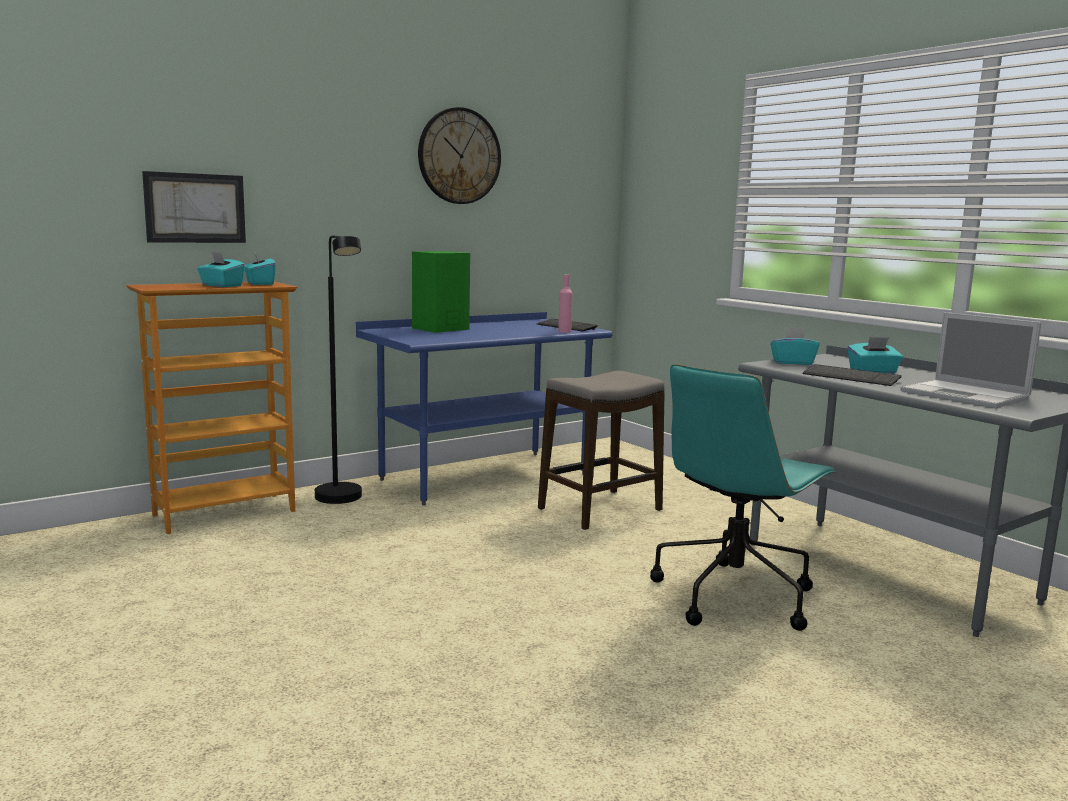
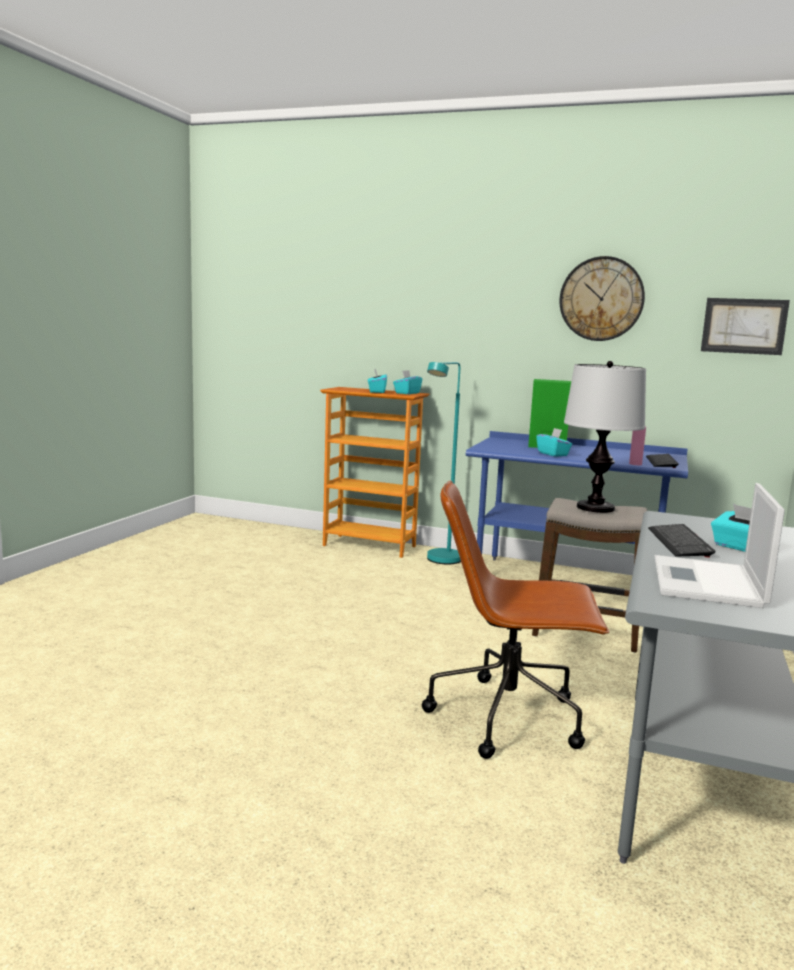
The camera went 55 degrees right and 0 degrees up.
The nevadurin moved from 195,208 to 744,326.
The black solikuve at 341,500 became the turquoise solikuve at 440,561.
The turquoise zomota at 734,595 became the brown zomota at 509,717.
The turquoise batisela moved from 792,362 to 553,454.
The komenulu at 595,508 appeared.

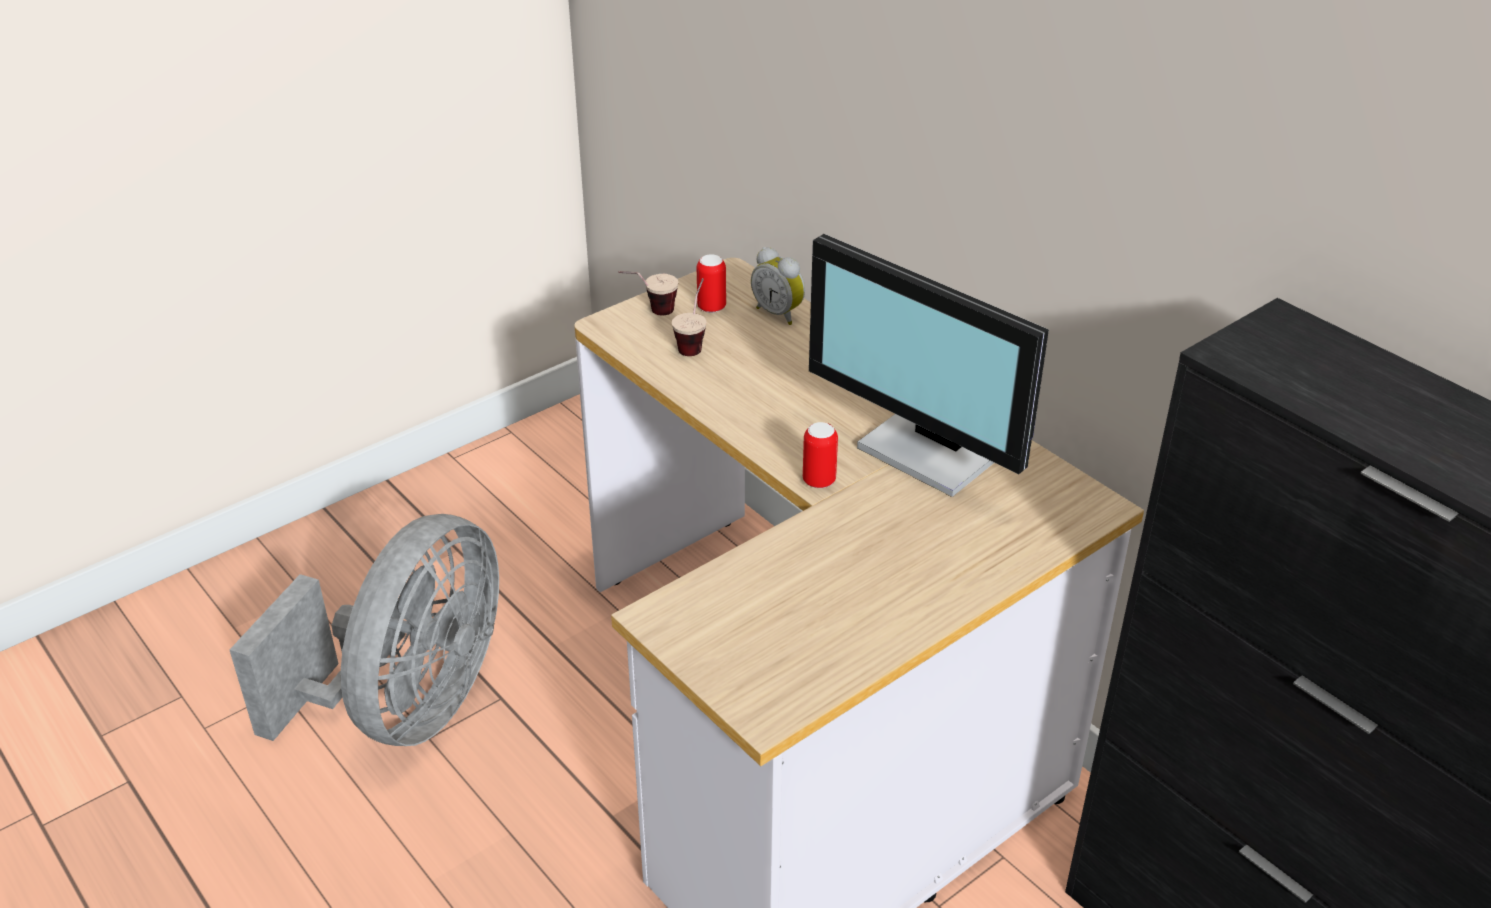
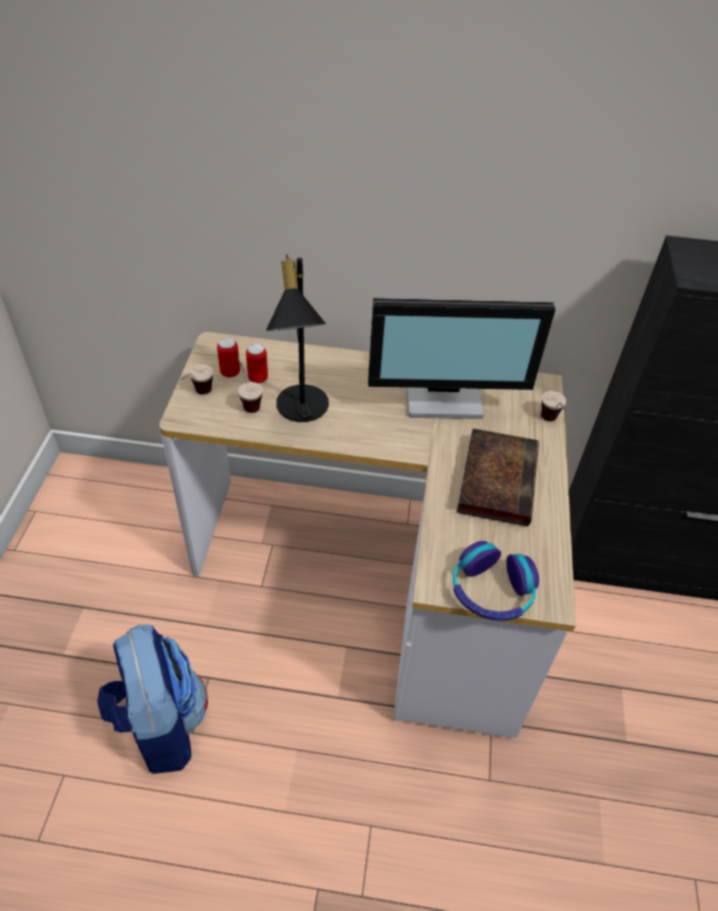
The camera went 45 degrees left and 10 degrees up.
The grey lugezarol at 409,707 was replaced by the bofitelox at 160,724.
The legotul at 779,313 disappeared.
The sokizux moved from 819,481 to 258,378.
The black komenulu at 300,411 appeared.
The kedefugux at 491,591 appeared.
The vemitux at 496,478 appeared.
The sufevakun at 550,423 appeared.

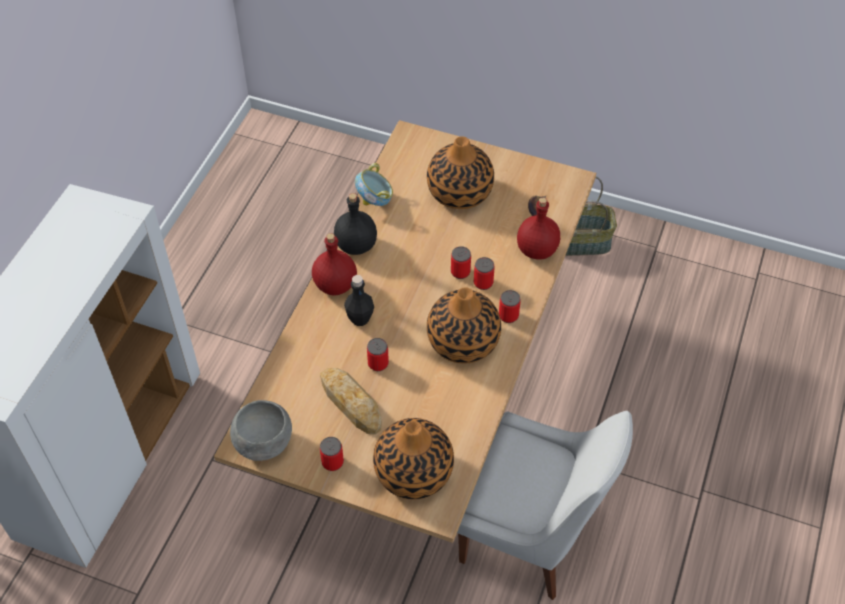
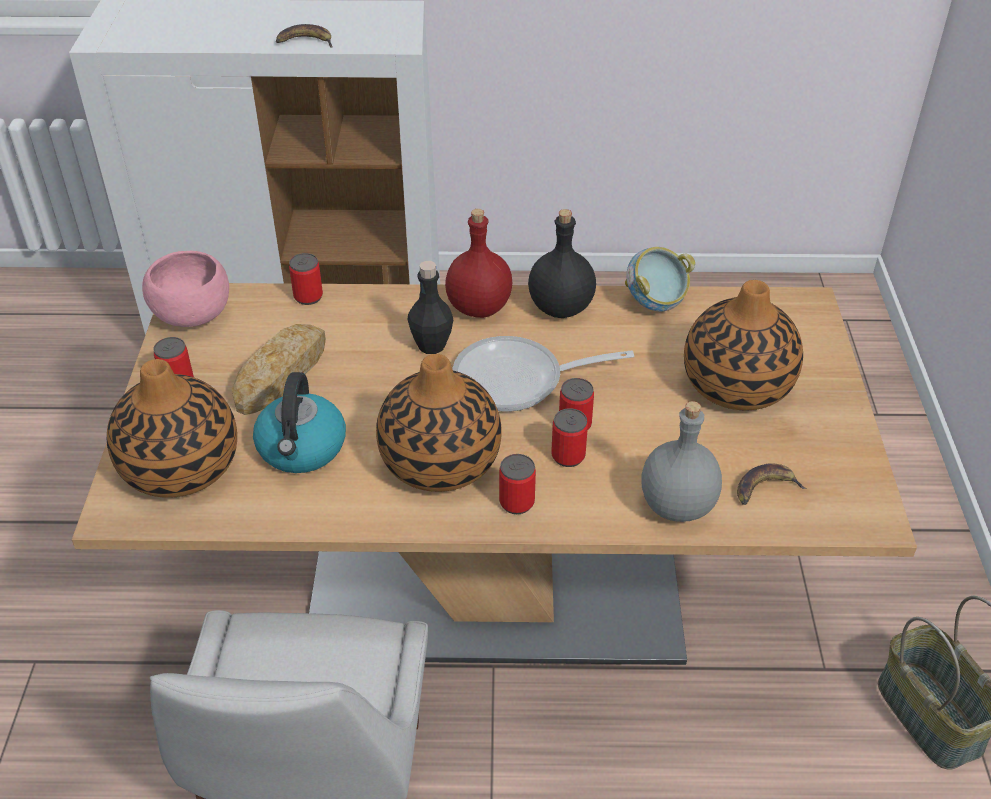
The camera went 70 degrees right and 10 degrees down.
The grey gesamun at 264,444 became the pink gesamun at 192,316.
The sokizux moved from 378,363 to 308,297.
The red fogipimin at 536,249 became the grey fogipimin at 677,504.
The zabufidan at 302,449 appeared.
The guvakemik at 305,41 appeared.
The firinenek at 518,381 appeared.

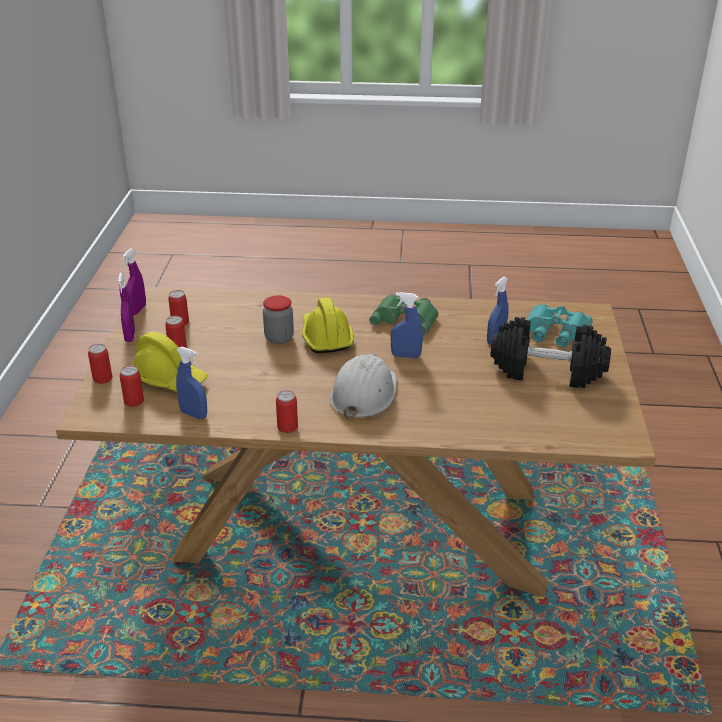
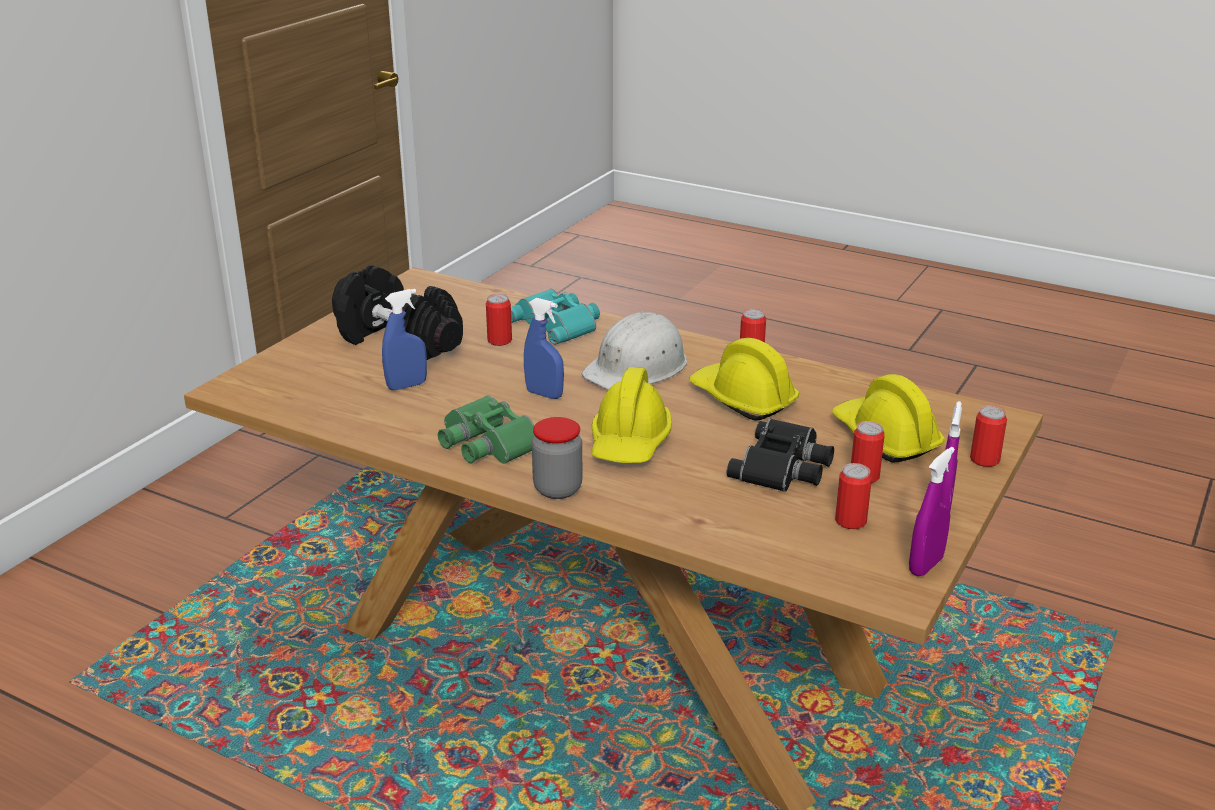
The camera went 155 degrees left and 5 degrees down.
The sokizux moved from 134,401 to 499,341.
The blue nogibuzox at 194,414 disappeared.
The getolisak moved from 279,338 to 557,489.
The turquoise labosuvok moved from 555,332 to 558,324.
The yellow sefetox at 742,399 appeared.
The black labosuvok at 784,466 appeared.

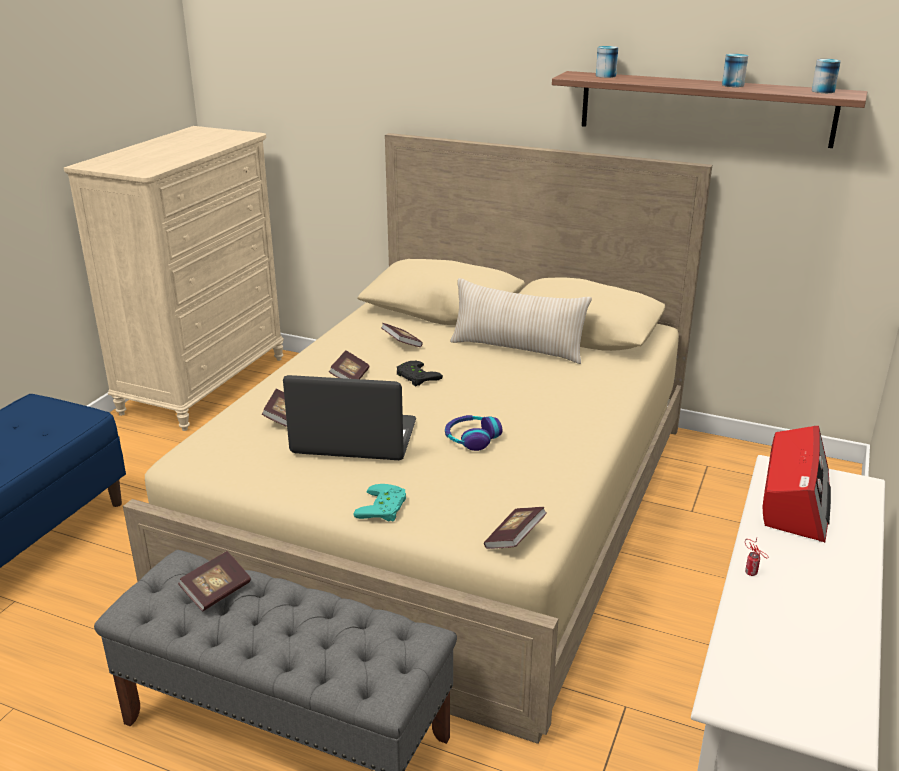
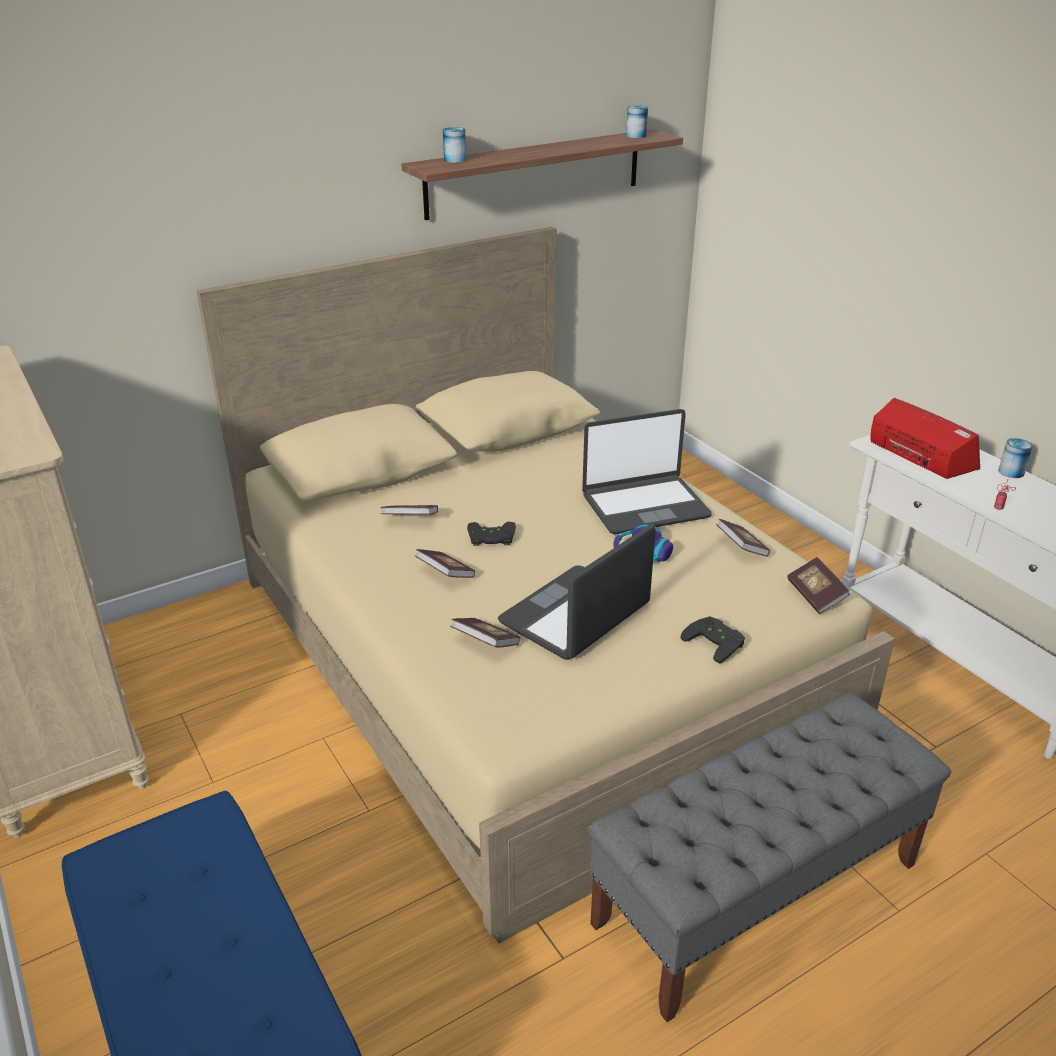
The camera went 55 degrees left and 5 degrees up.
The vemitux moved from 216,592 to 741,547.
The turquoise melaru at 385,508 became the black melaru at 716,641.
The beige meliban at 517,349 disappeared.
The sokizux moved from 732,85 to 1011,472.
The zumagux at 644,506 appeared.

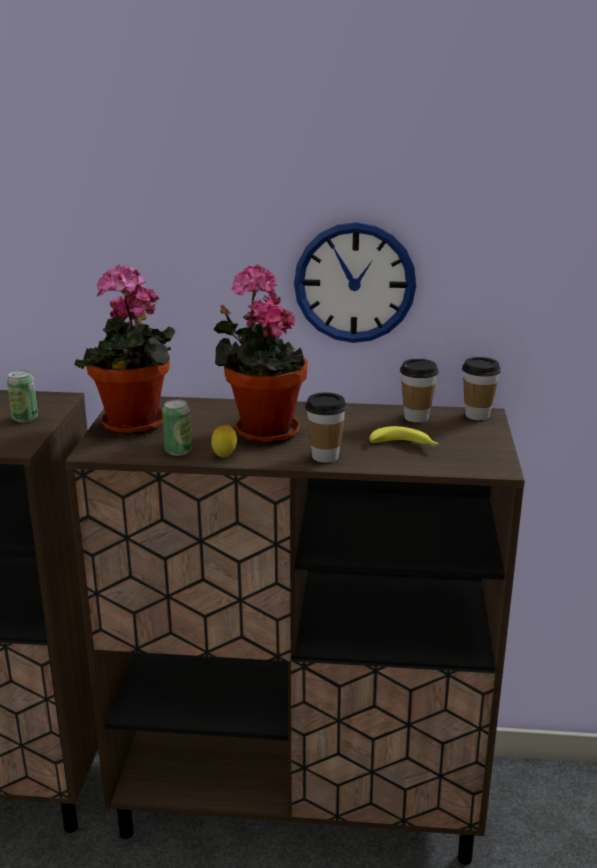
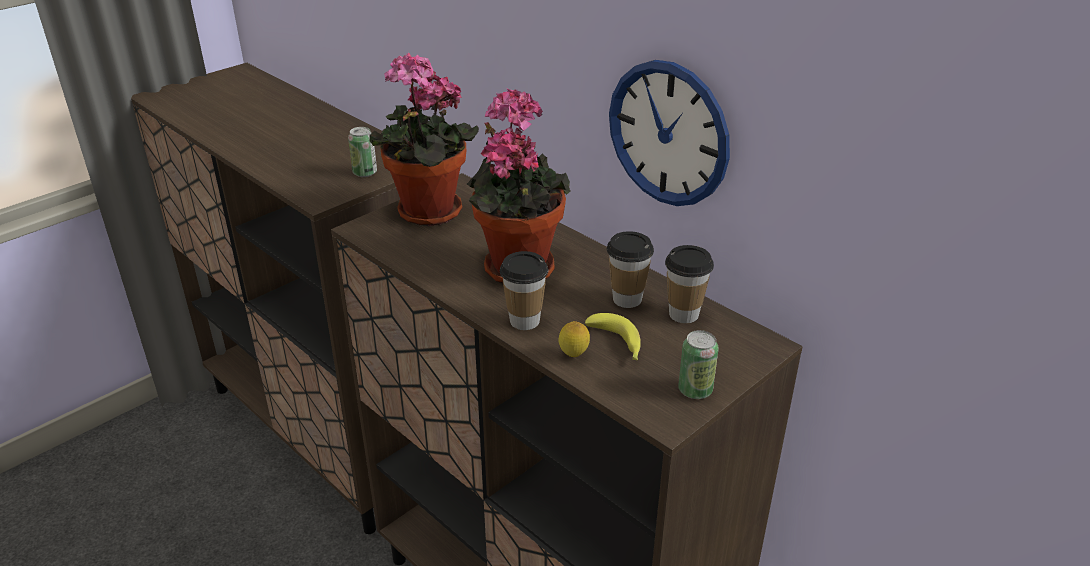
The camera went 40 degrees right and 10 degrees up.
The sokizux moved from 178,451 to 695,390.
The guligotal moved from 224,457 to 573,356.
The sufevakun moved from 477,415 to 627,299.

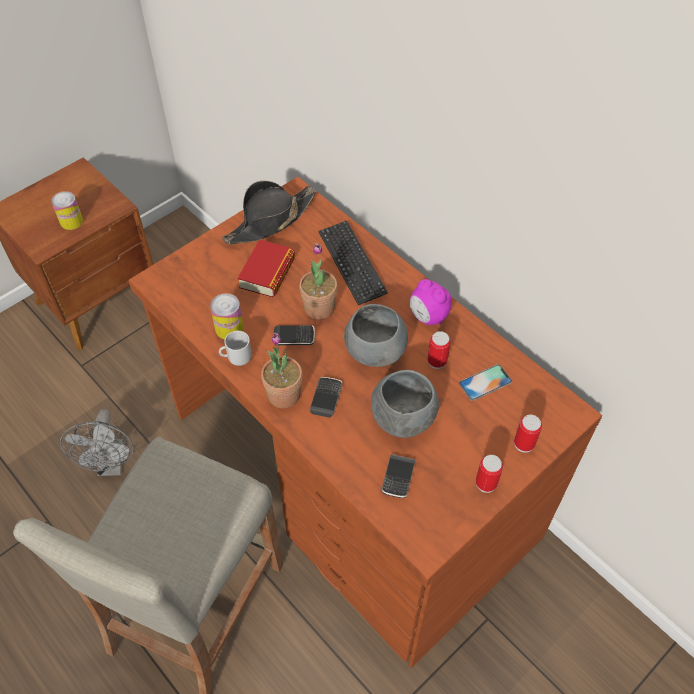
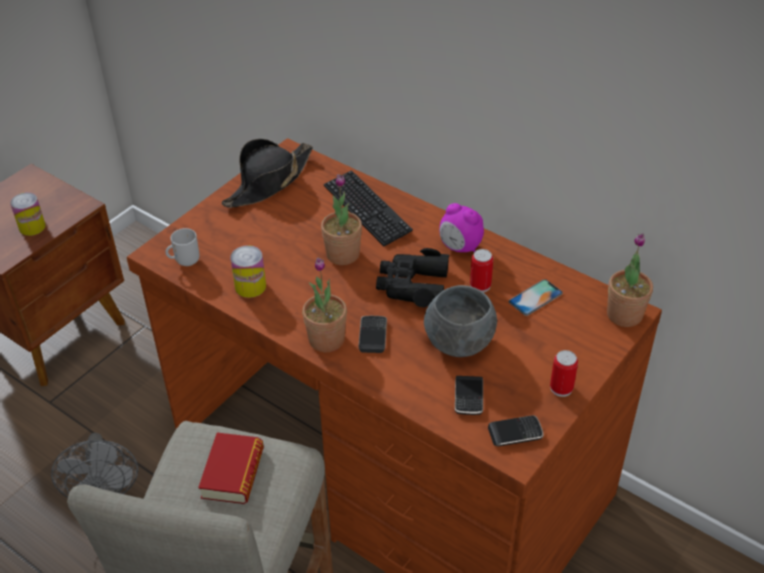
The camera went 10 degrees left and 10 degrees down.
The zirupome moved from 238,358 to 186,261.
The vemitux moved from 267,273 to 233,473.
The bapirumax moved from 294,337 to 515,433.
The grey gesamun at 374,351 was replaced by the black labosuvok at 412,285.
The sokizux at 524,443 disappeared.
The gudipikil at 624,315 appeared.

